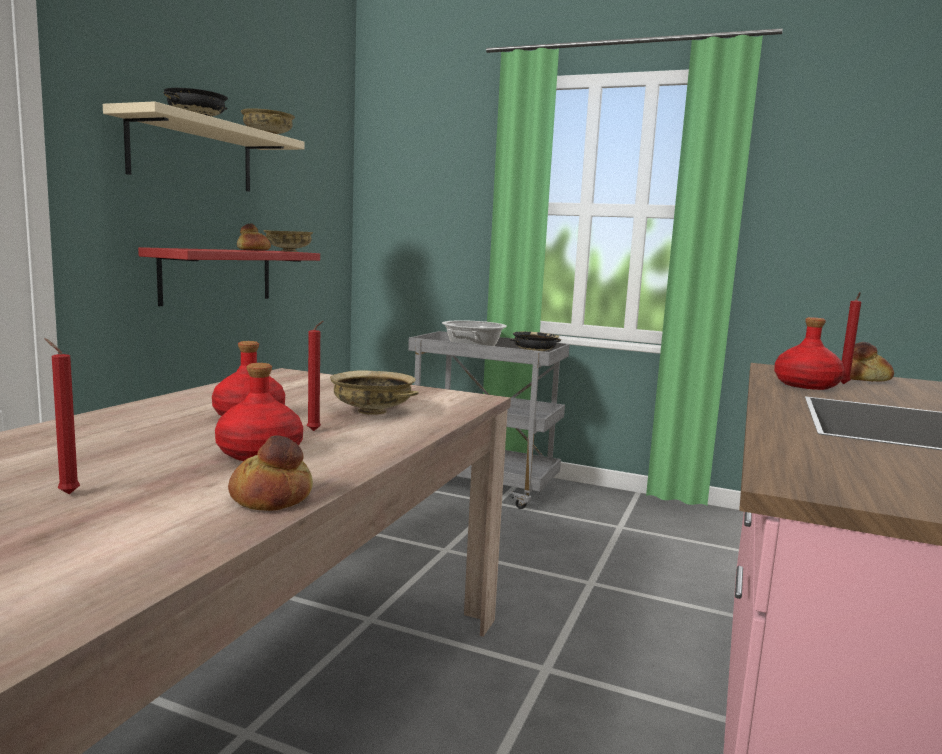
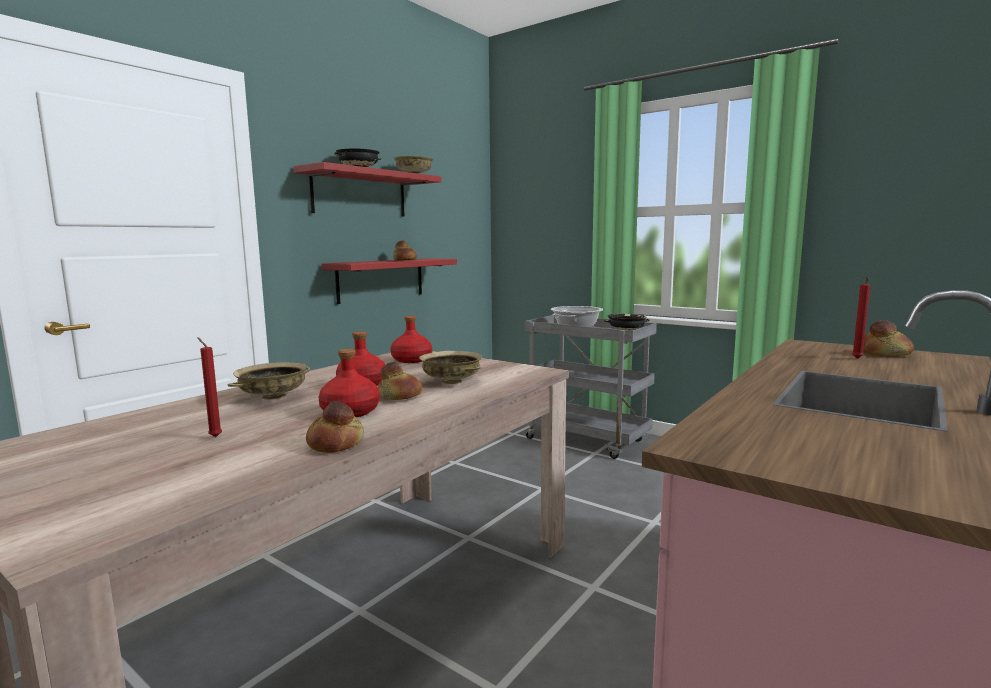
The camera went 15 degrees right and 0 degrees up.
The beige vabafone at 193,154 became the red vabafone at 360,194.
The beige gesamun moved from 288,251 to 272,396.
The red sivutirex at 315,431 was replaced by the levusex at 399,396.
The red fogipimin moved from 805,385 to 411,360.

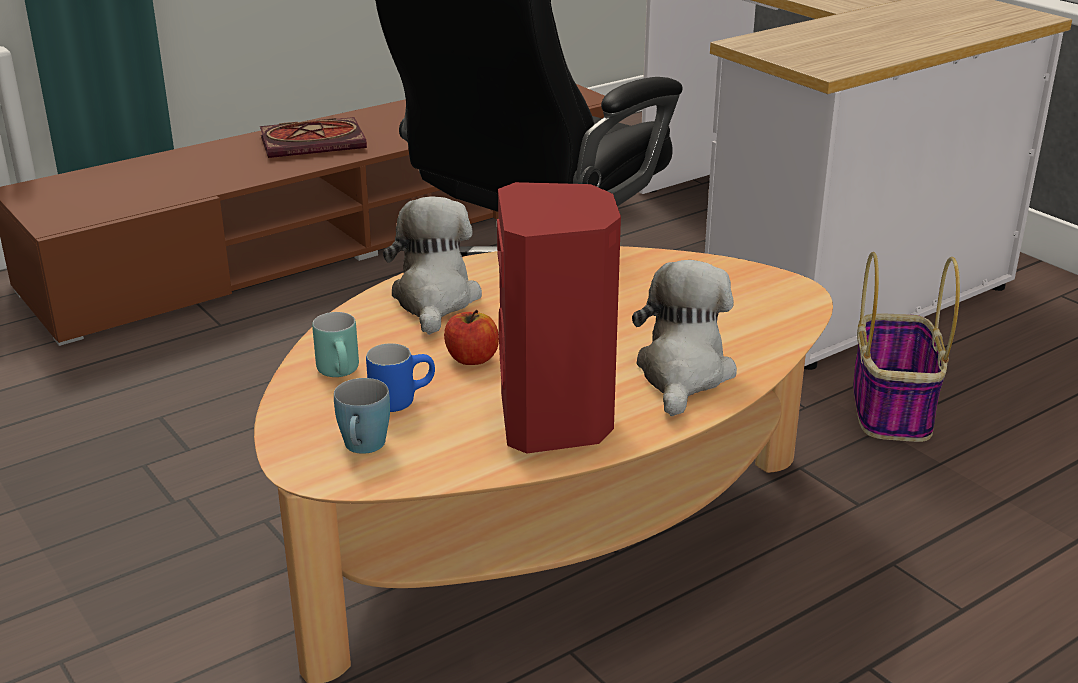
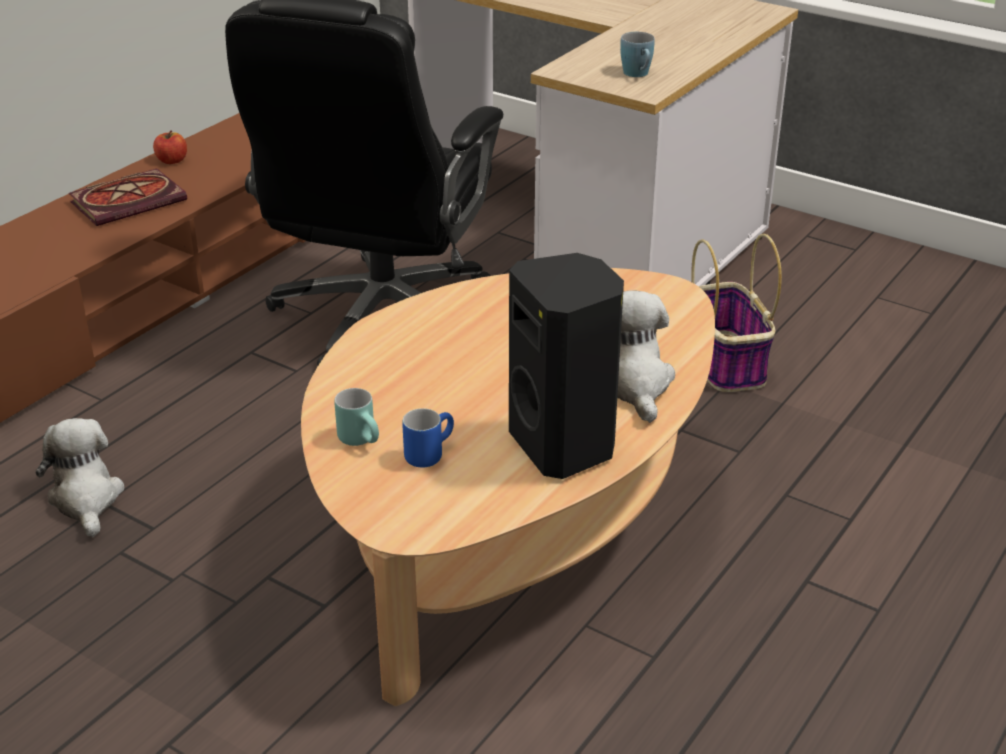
The camera went 20 degrees left and 5 degrees up.
The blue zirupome moved from 363,448 to 638,75.
The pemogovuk moved from 434,300 to 86,499.
The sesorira moved from 472,358 to 172,161.
The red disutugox at 557,421 became the black disutugox at 565,446.

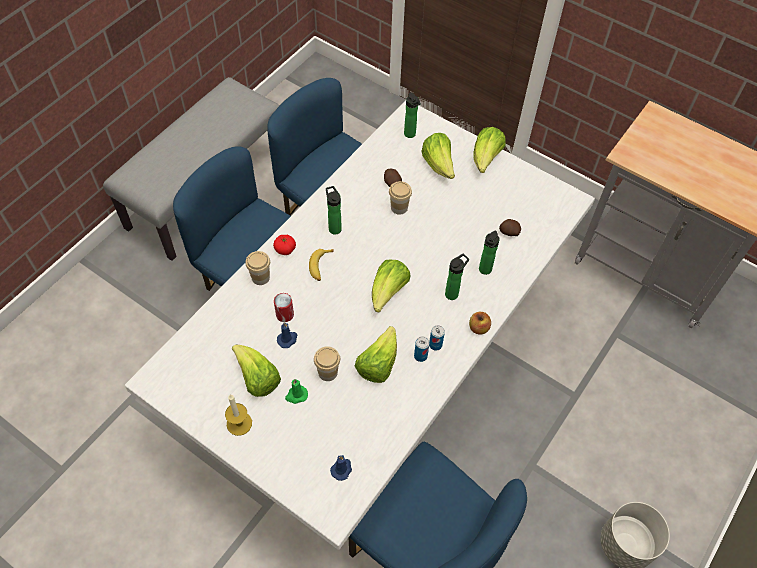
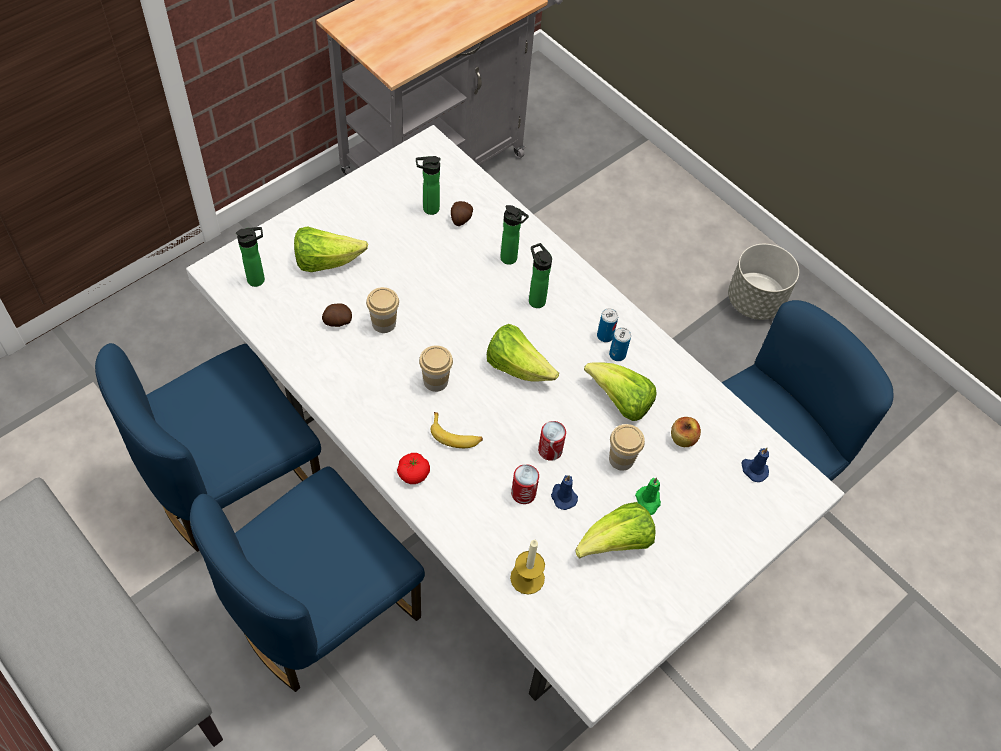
The camera went 80 degrees left and 0 degrees up.
The sivutirex moved from 239,423 to 527,578.
The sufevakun moved from 260,277 to 435,381.
The fogipimin moved from 334,227 to 428,209.
The sesorira moved from 478,328 to 683,438.
The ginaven at 486,159 disappeared.
The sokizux at 550,450 appeared.

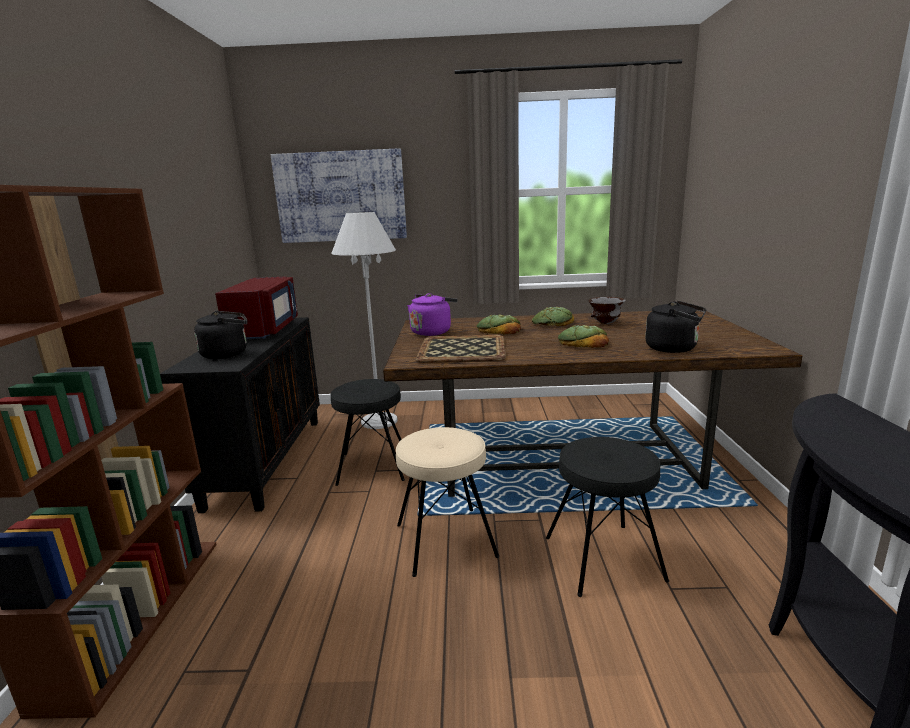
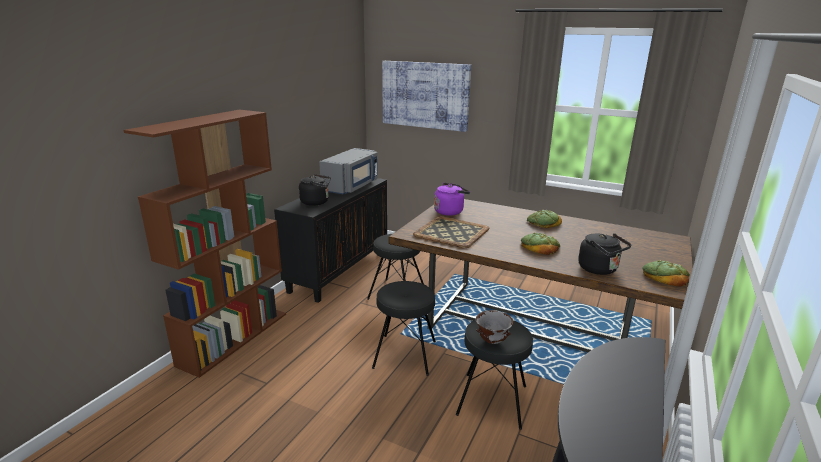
The camera went 25 degrees right and 5 degrees up.
The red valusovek at 265,330 became the grey valusovek at 351,186.
The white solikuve at 379,421 disappeared.
The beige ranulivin at 445,540 became the black ranulivin at 405,354.
The levusex moved from 499,330 to 665,276.
The grey gesamun moved from 605,324 to 492,341.

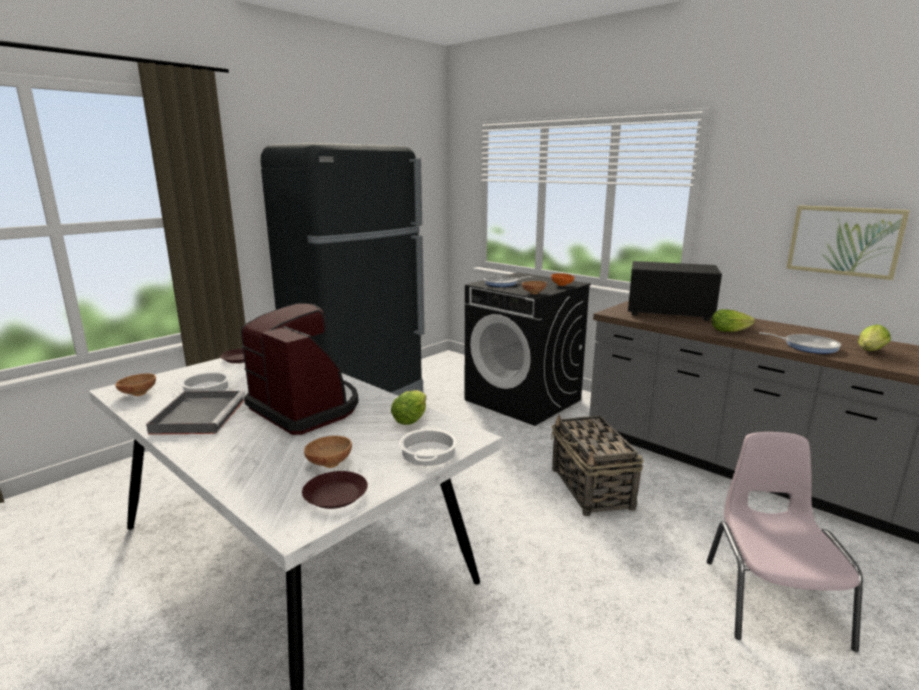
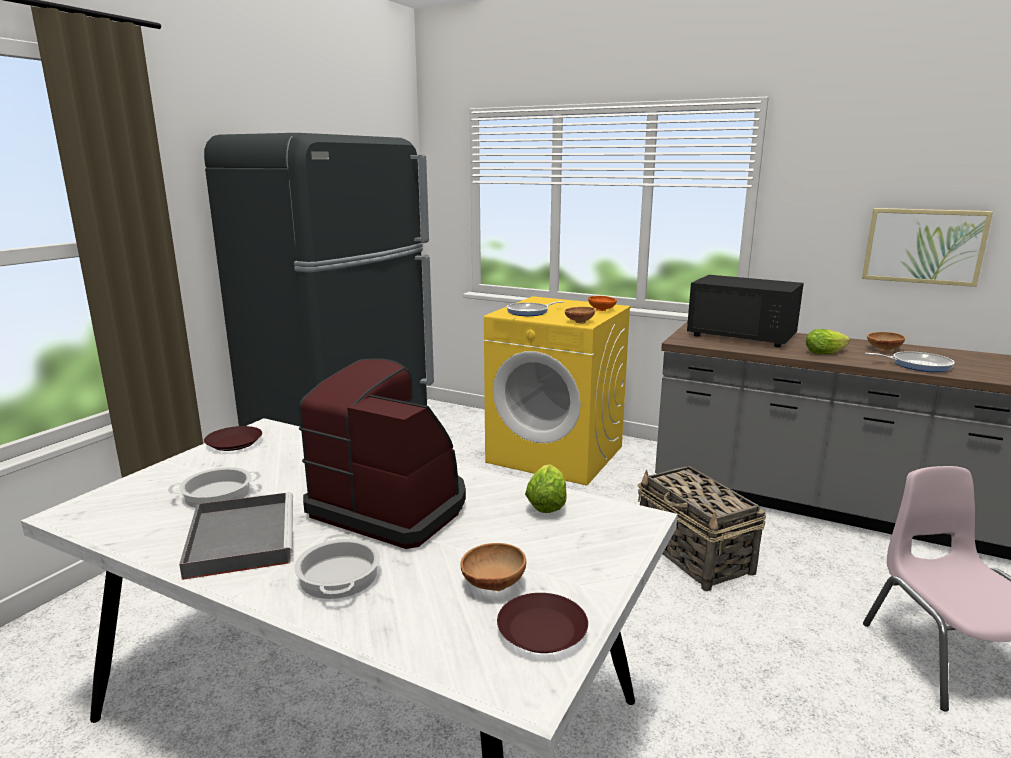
The camera went 15 degrees left and 0 degrees up.
The brown gesamun moved from 138,393 to 883,350.
The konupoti moved from 428,452 to 338,576.
The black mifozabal at 523,400 became the yellow mifozabal at 556,454.
The black valusovek at 668,313 turned 150 degrees counterclockwise.
The ginaven at 870,351 disappeared.

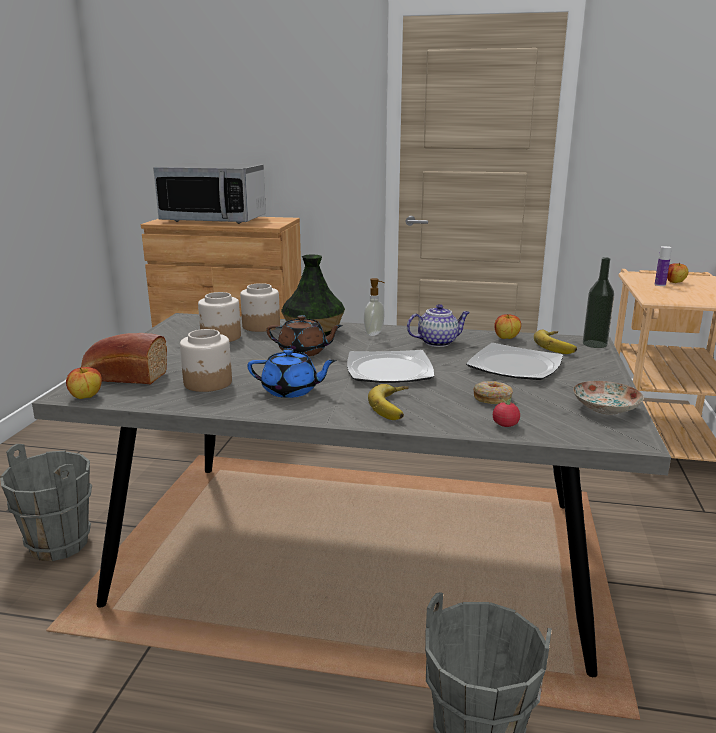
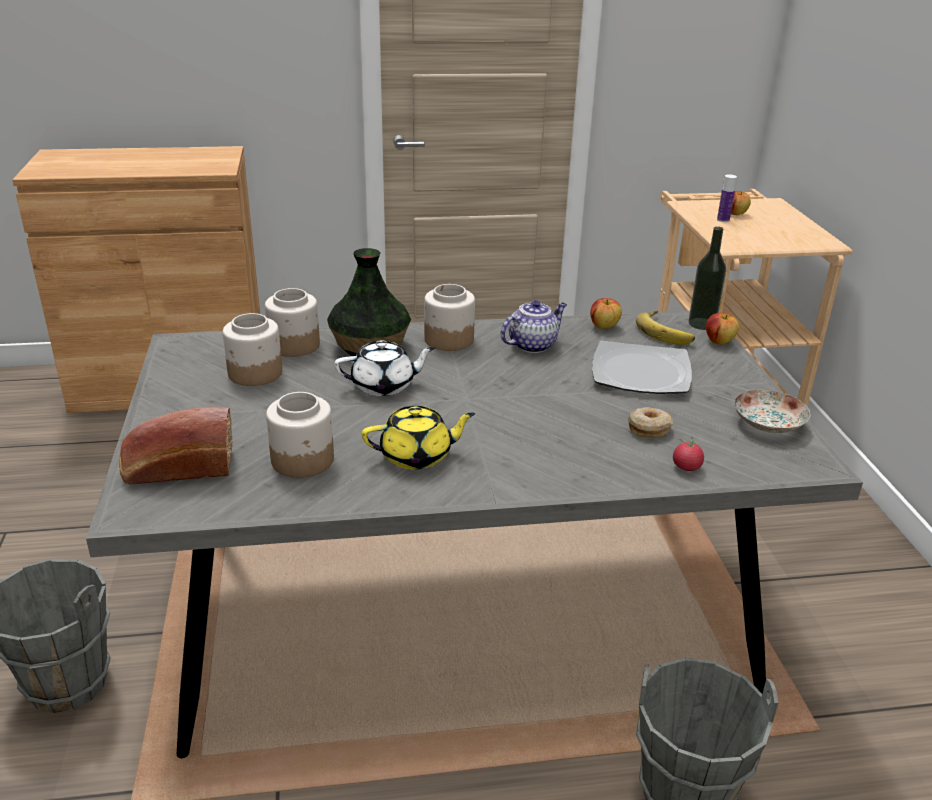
The camera went 20 degrees left and 10 degrees up.
The sesorira moved from 86,396 to 719,341.
The valusovek at 214,220 disappeared.
The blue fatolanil at 291,391 became the yellow fatolanil at 417,456.
The brown fatolanil at 304,352 became the white fatolanil at 384,385.
The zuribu at 390,370 disappeared.
The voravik at 374,333 was replaced by the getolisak at 448,339.
The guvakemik at 395,406 disappeared.

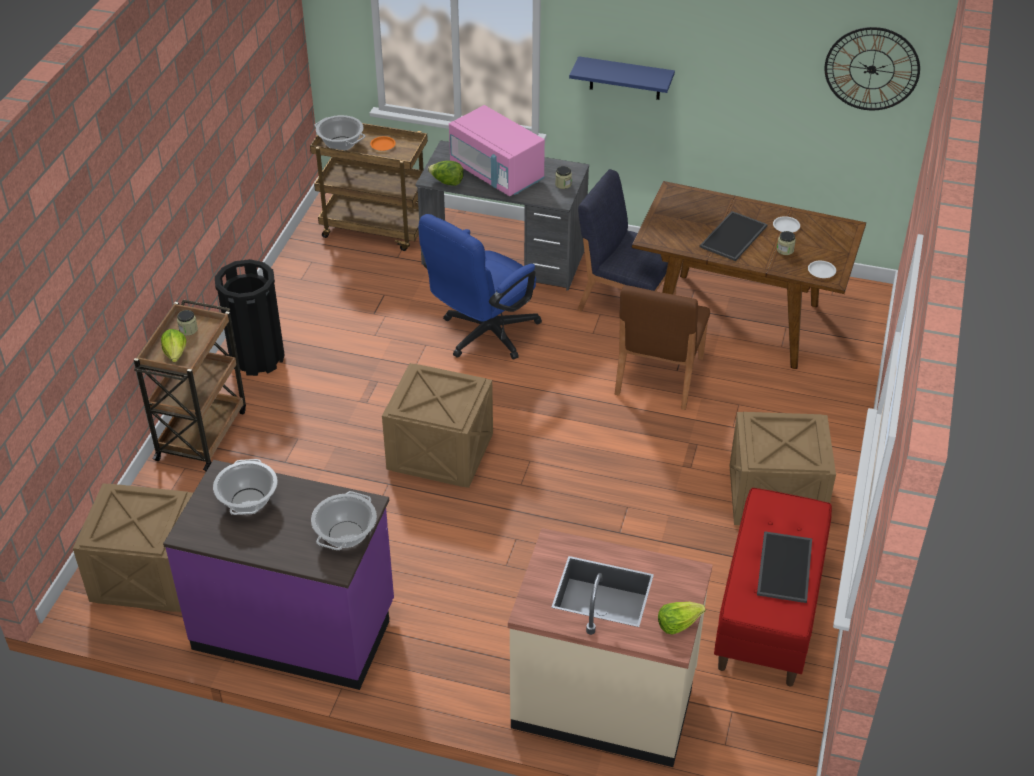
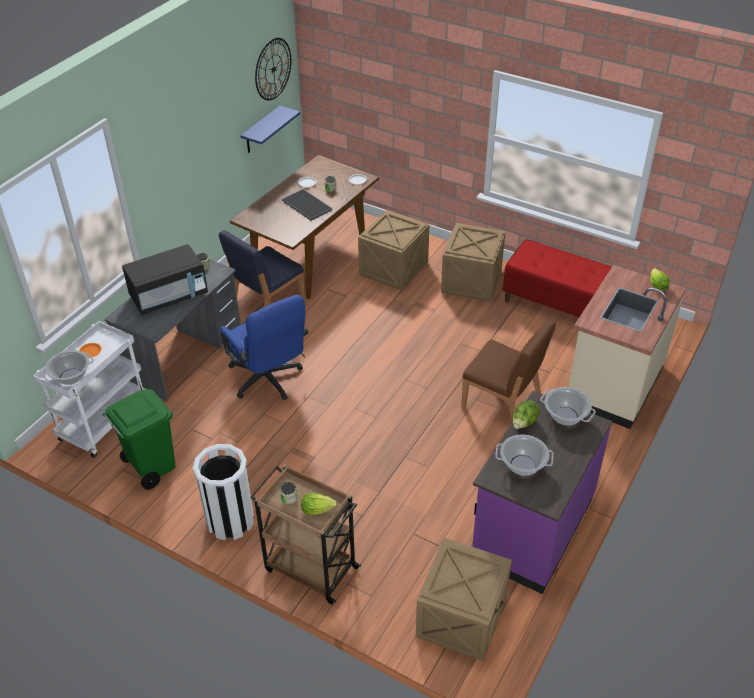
The camera went 75 degrees left and 0 degrees up.
The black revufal at 257,357 became the white revufal at 230,521.
The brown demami at 377,229 became the white demami at 104,421.
The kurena moved from 441,453 to 394,269.
The ginaven moved from 447,182 to 524,423.
The pink valusovek at 496,173 became the black valusovek at 169,296.
The blue vabafone moved from 625,78 to 261,130.
The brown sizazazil moved from 658,376 to 502,403.
The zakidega at 783,566 disappeared.
The green revufal at 151,467 appeared.

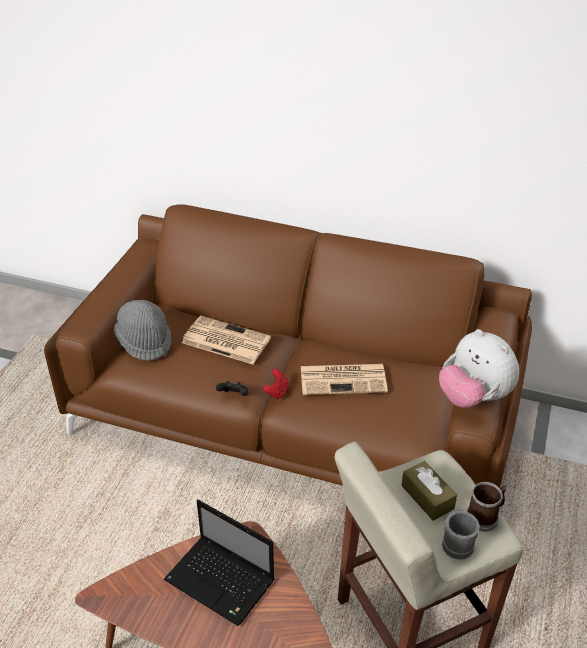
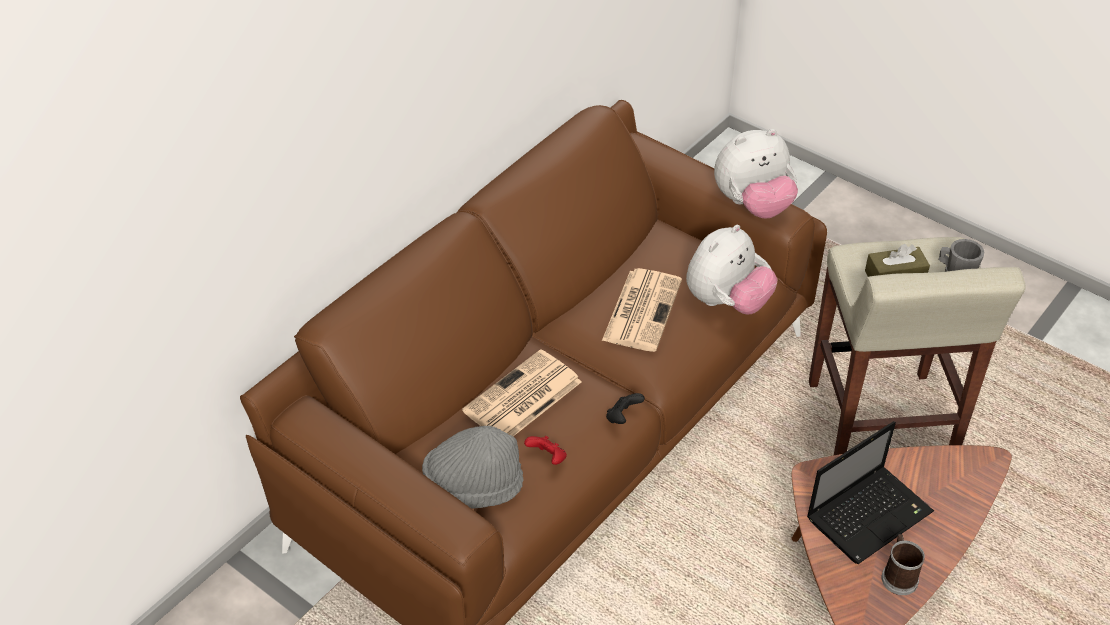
The camera went 70 degrees left and 5 degrees up.
The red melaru moved from 277,392 to 547,458.
The zirupome moved from 485,516 to 898,576.
The pemogovuk at 726,302 appeared.

